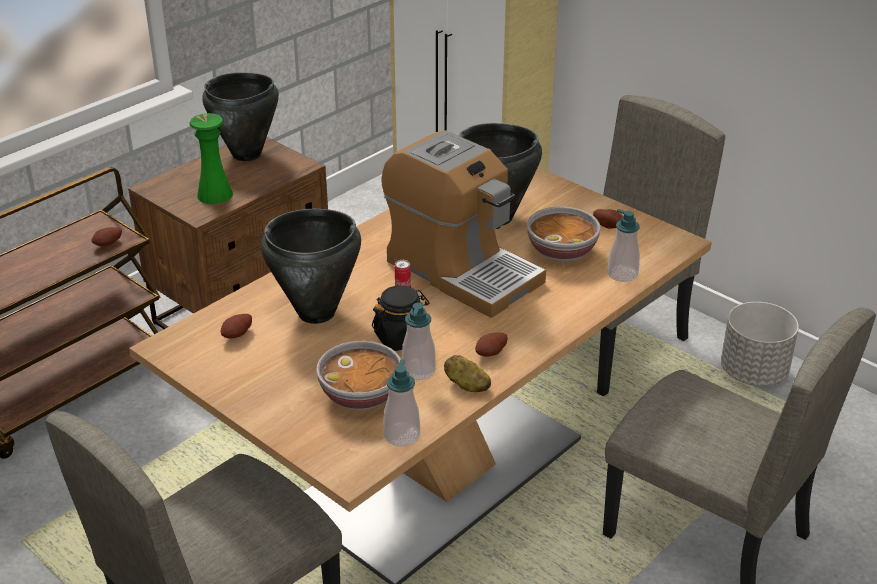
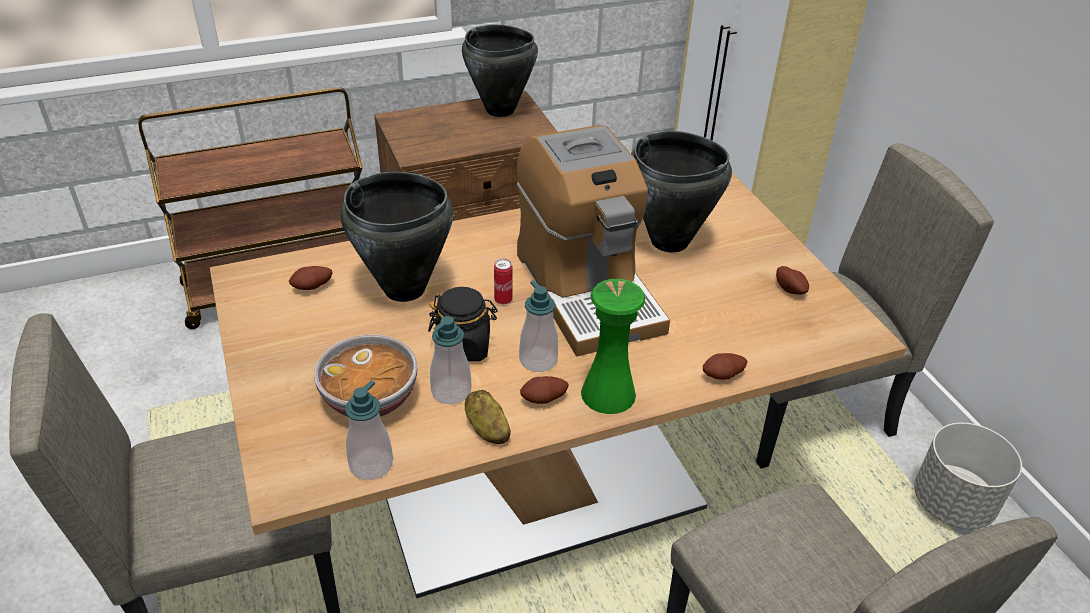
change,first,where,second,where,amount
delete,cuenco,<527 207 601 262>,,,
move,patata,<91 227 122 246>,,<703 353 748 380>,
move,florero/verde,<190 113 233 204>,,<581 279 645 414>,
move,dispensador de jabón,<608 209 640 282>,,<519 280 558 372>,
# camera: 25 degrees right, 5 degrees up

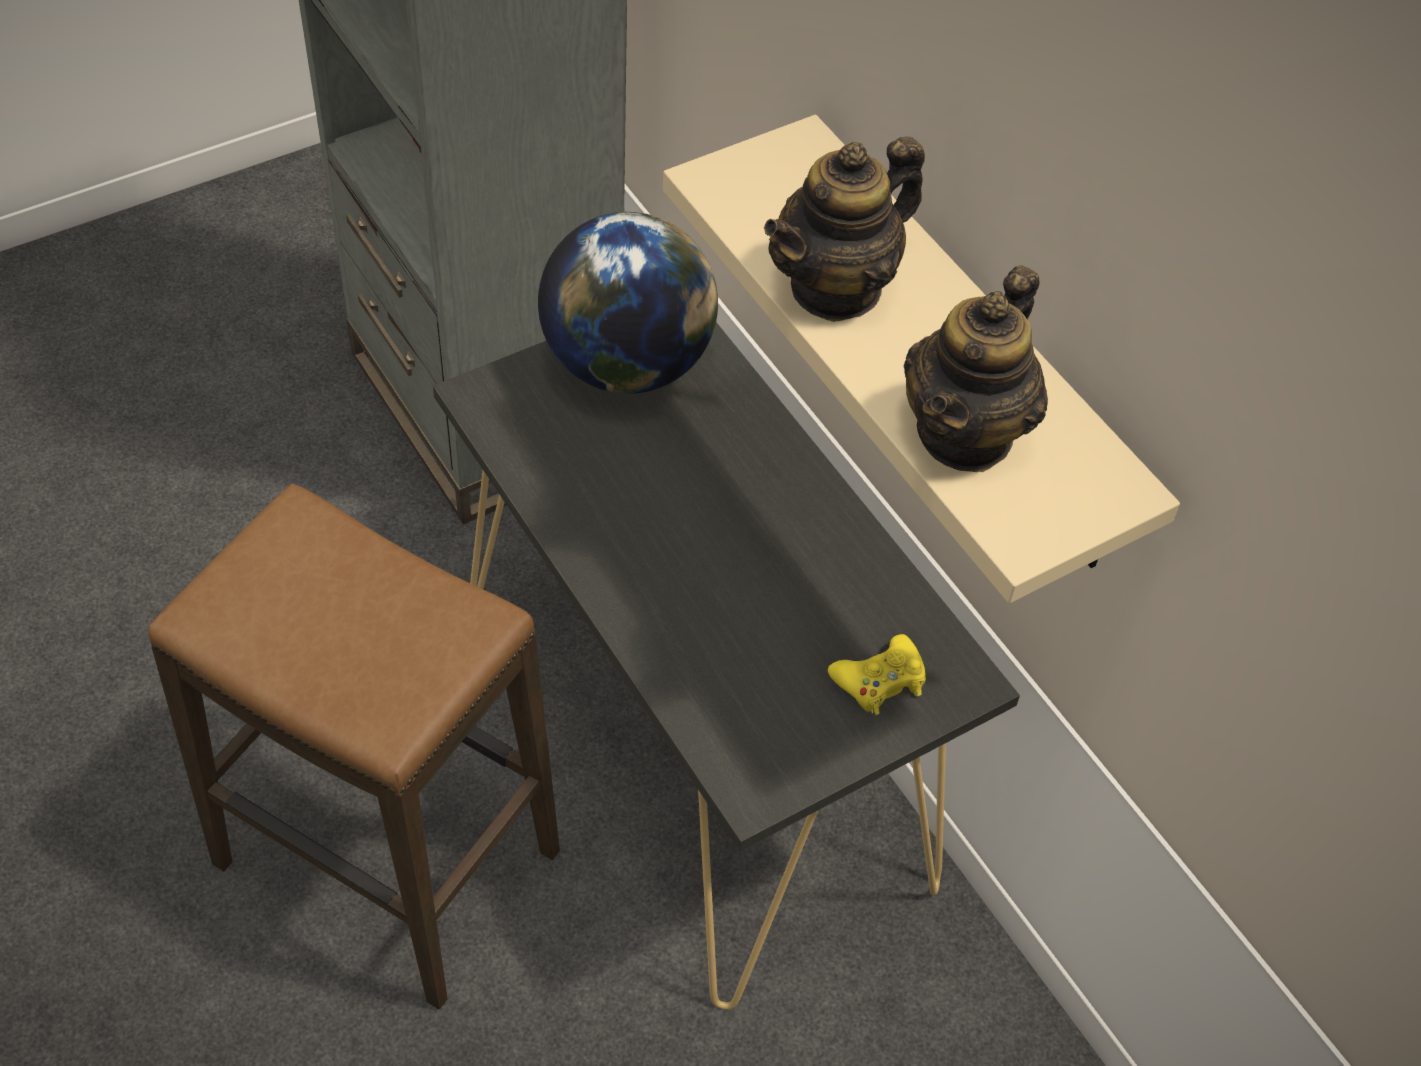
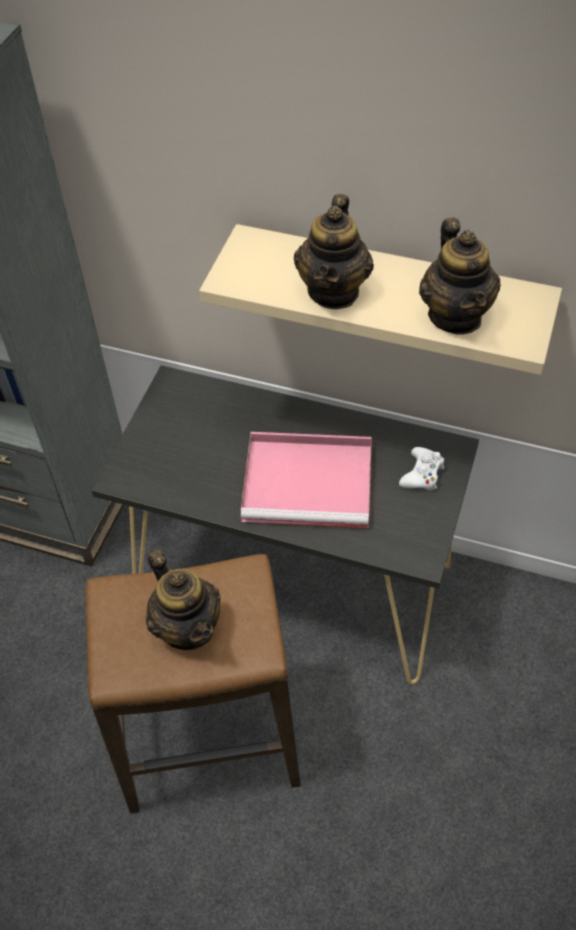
change,first,where,second,where,amount
delete,globo terráqueo,<538 212 718 394>,,,
insert,,,tetera,<146 550 221 650>,
insert,,,bandeja/rosa,<241 432 372 528>,
recolor,mando de consola/amarillo,<828 634 926 716>,mando de consola/blanco,<399 447 444 491>,
# camera: 35 degrees left, 0 degrees up

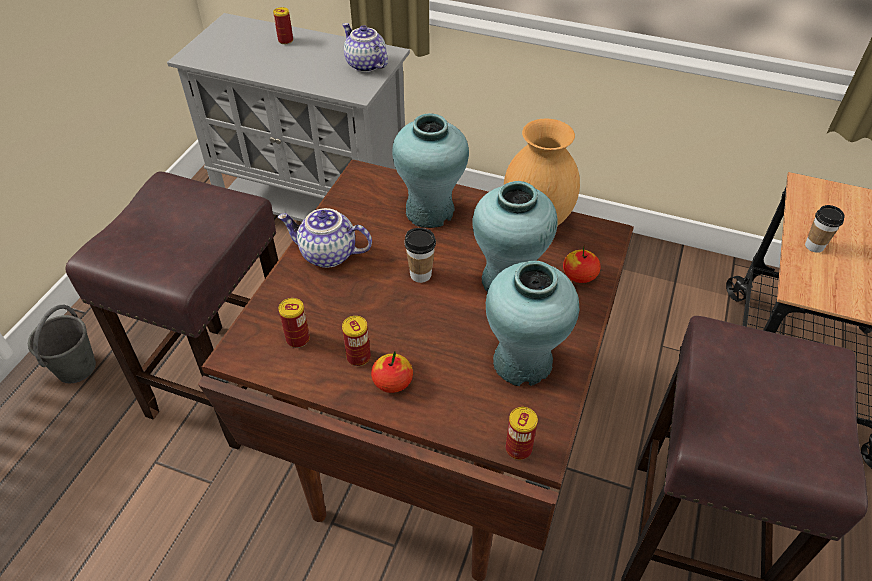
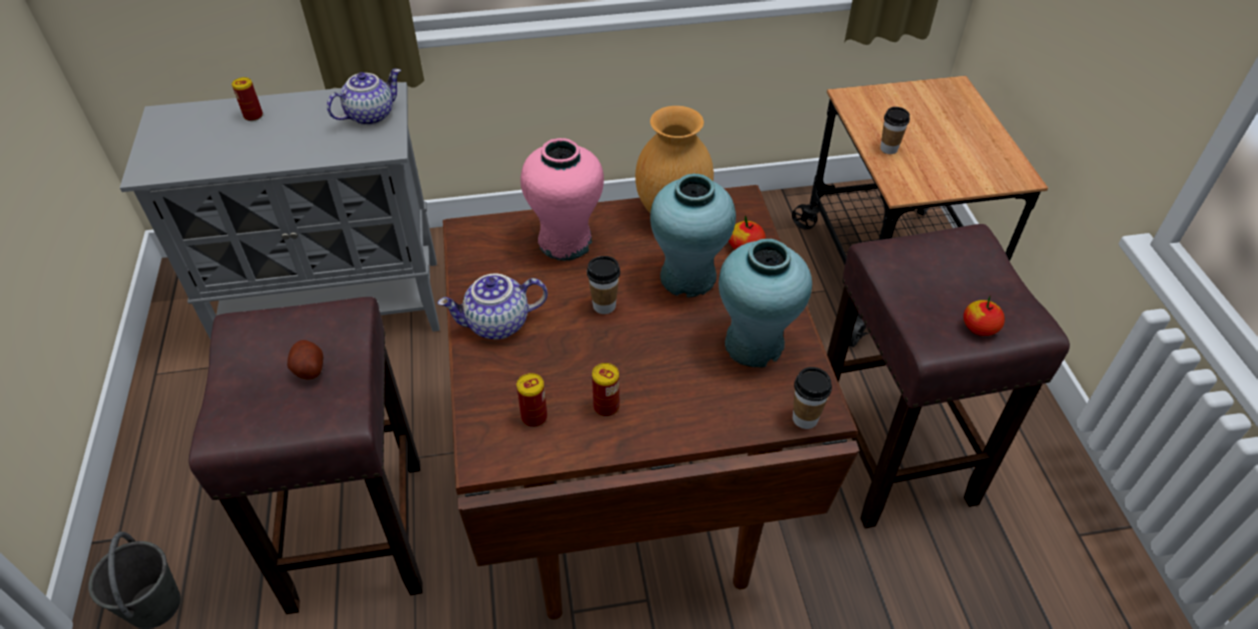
change,first,where,second,where,amount
insert,,,patata,<287 340 324 380>,
move,manzana,<371 351 413 393>,,<963 296 1005 336>,
replace,lata,<506 407 538 460>,taza,<793 367 832 429>,
recolor,florero/turquesa,<392 113 469 228>,florero/rosa,<520 138 604 261>,
rotate,tetera,<342 23 388 72>,,<327 69 401 125>,120 degrees clockwise
# camera: 30 degrees left, 0 degrees up

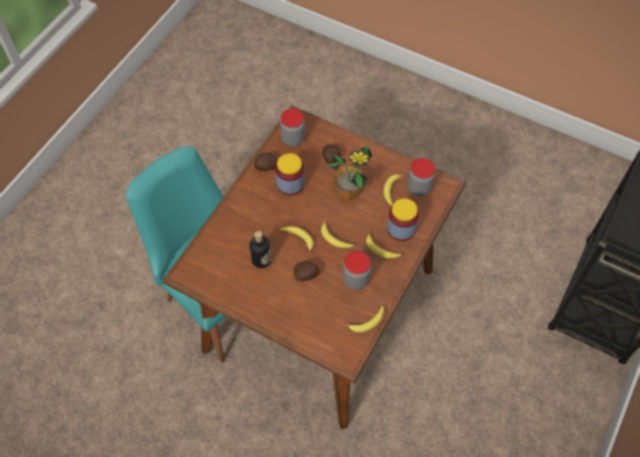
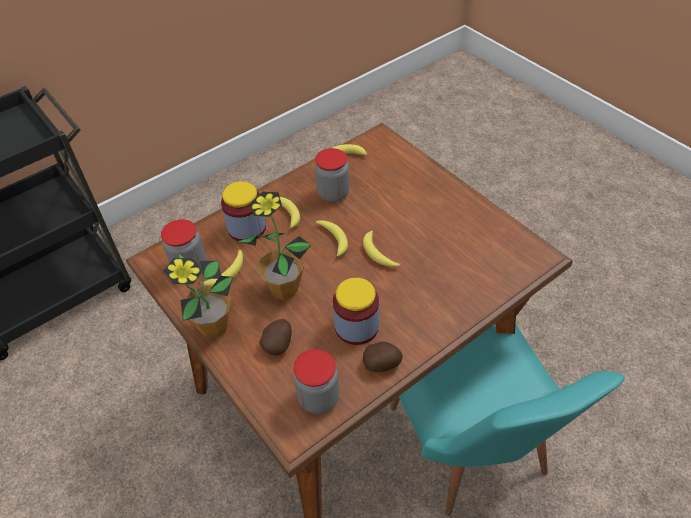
change,first,where,second,where,amount
delete,botella,<250 231 271 268>,,,
delete,patata,<294 261 320 281>,,,
insert,,,planta en maceta,<164 253 233 338>,
# camera: 155 degrees left, 10 degrees down

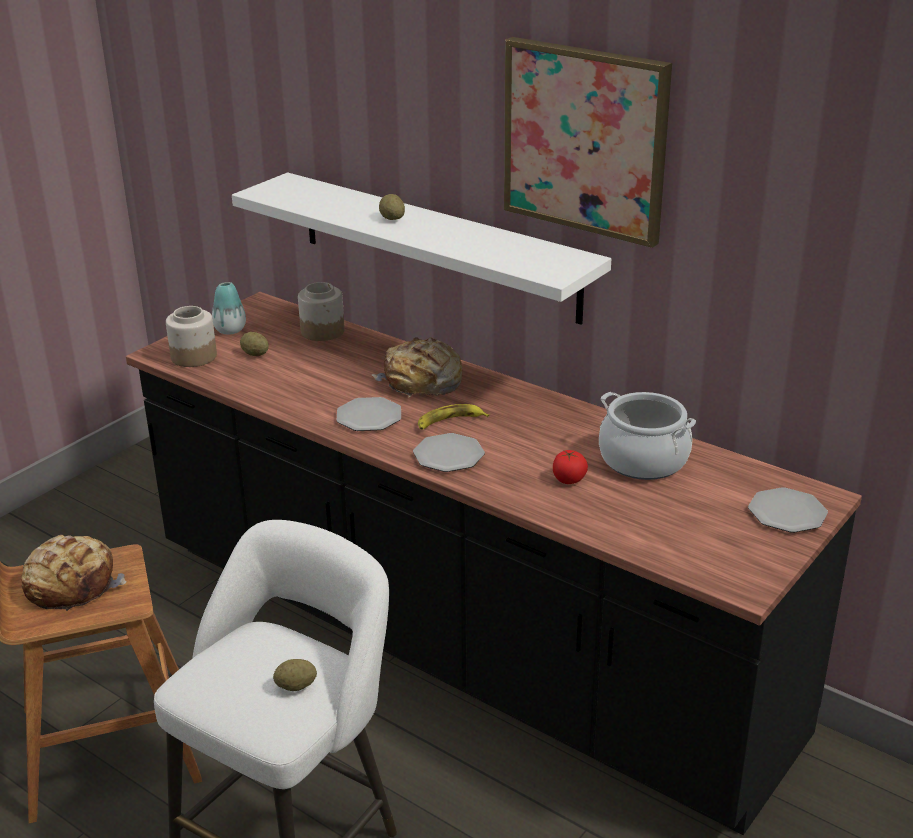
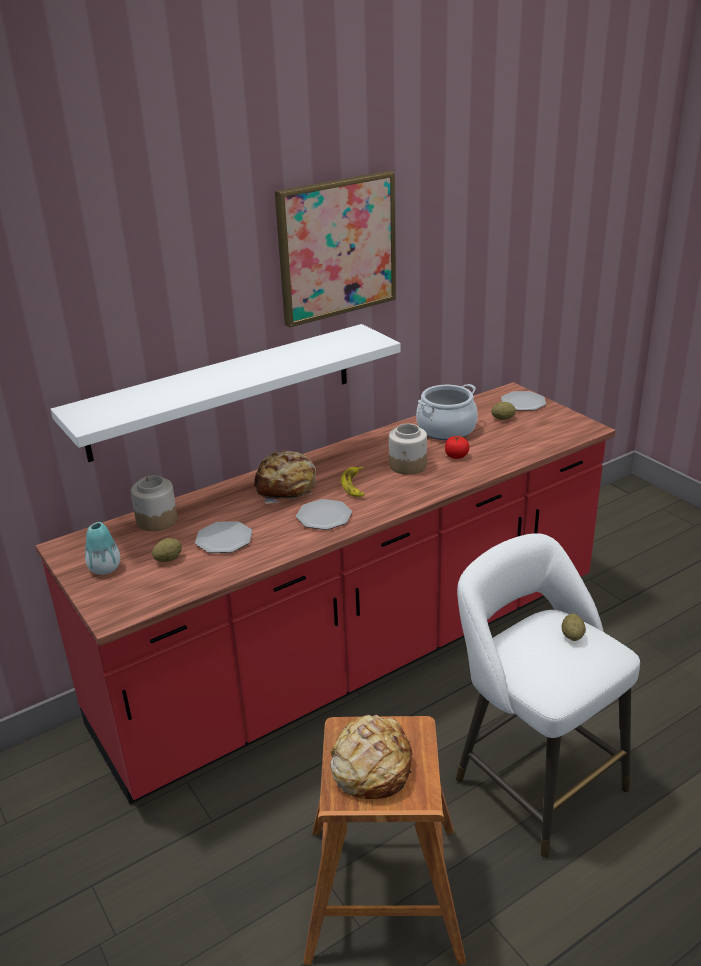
change,first,where,second,where,amount
move,tarro,<166 306 217 367>,,<389 424 427 475>,
move,patata,<379 194 405 220>,,<491 402 516 420>,
move,plato,<413 433 485 472>,,<195 521 252 553>,
recolor,mueble bajo de cocina/negro,<126 292 862 835>,mueble bajo de cocina/rojo,<36 382 615 804>,
# camera: 70 degrees left, 0 degrees up

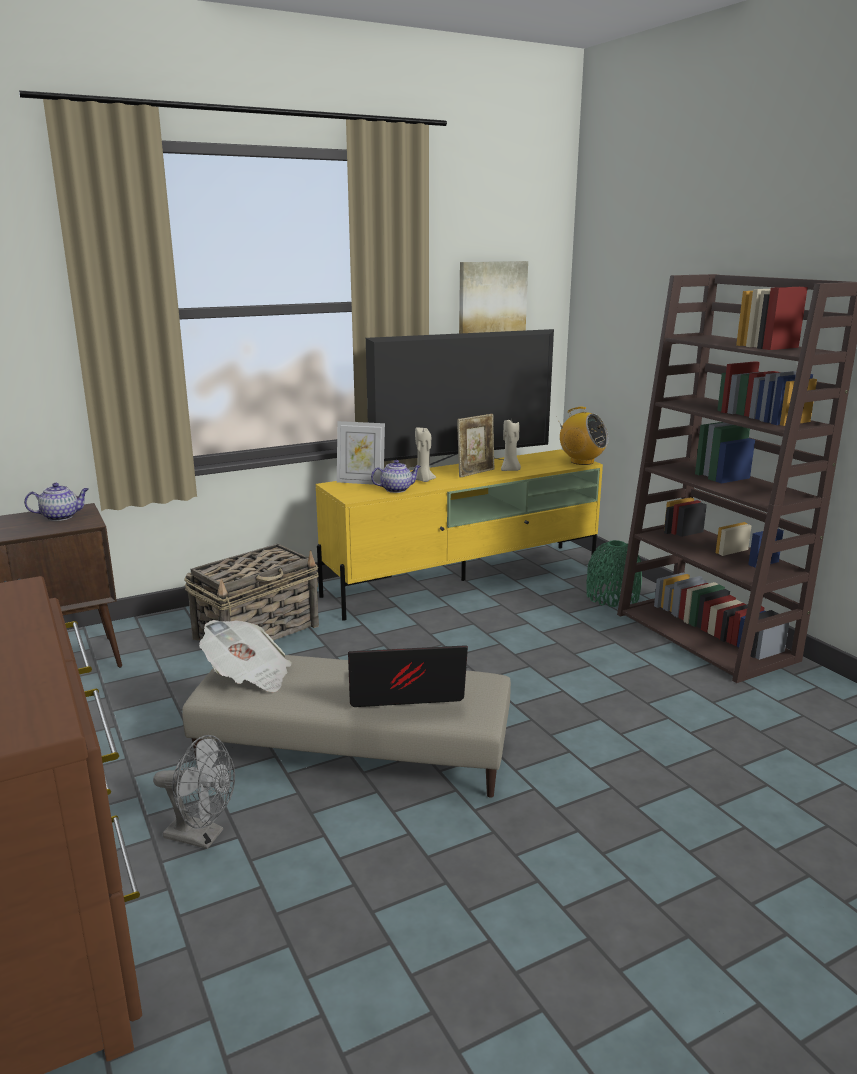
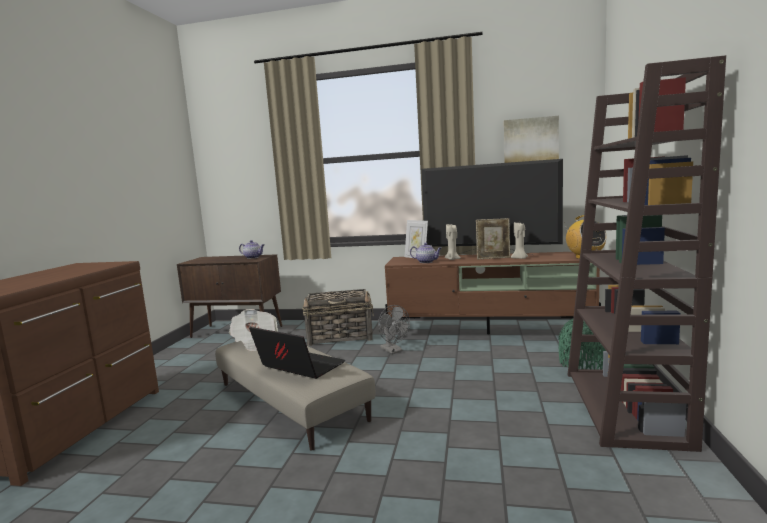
change,first,where,second,where,amount
move,ventilador/gris,<153 735 235 849>,,<378 305 410 354>,
recolor,mueble de televisión/amarillo,<316 449 603 621>,mueble de televisión/marrón,<385 252 601 334>,
# camera: 40 degrees right, 10 degrees down

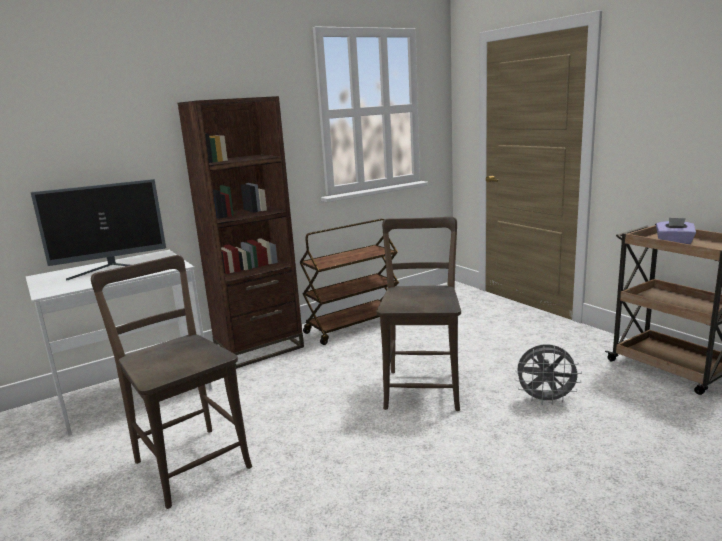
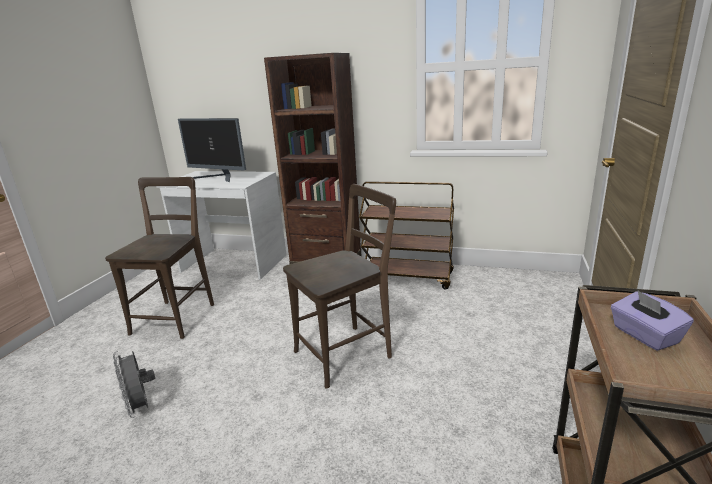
change,first,where,second,where,amount
move,ventilador/gris,<515 345 582 405>,,<113 351 155 418>,
# camera: 50 degrees right, 5 degrees up

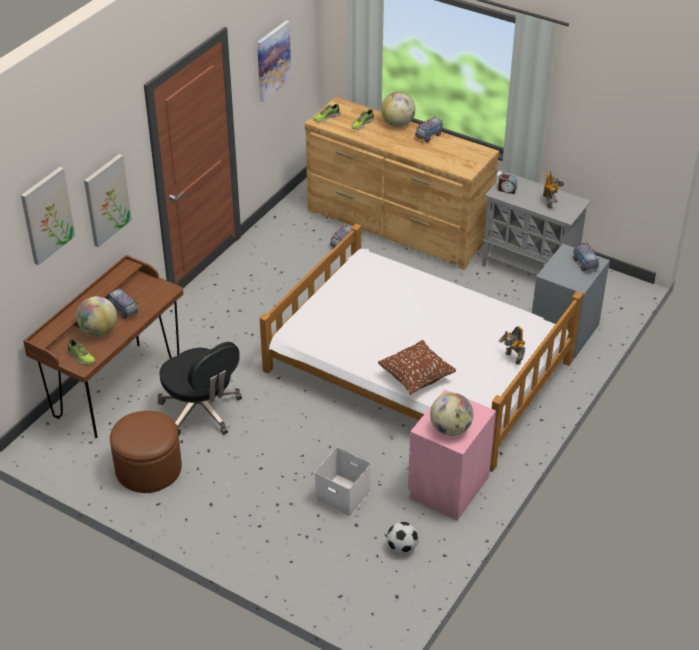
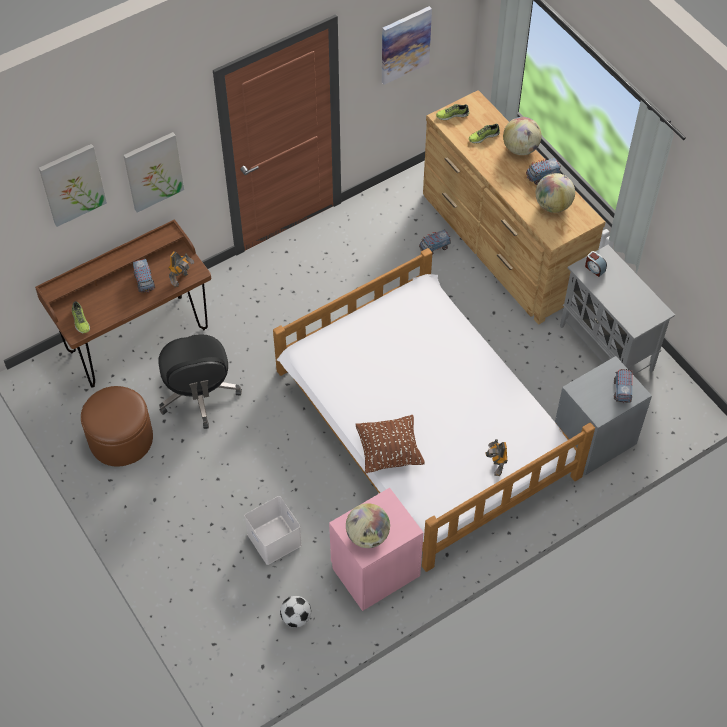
change,first,where,second,where,amount
move,globo terráqueo,<76 296 117 337>,,<536 173 575 213>,
move,robot de juguete,<543 171 564 208>,,<168 251 195 287>,
# camera: 25 degrees right, 15 degrees up

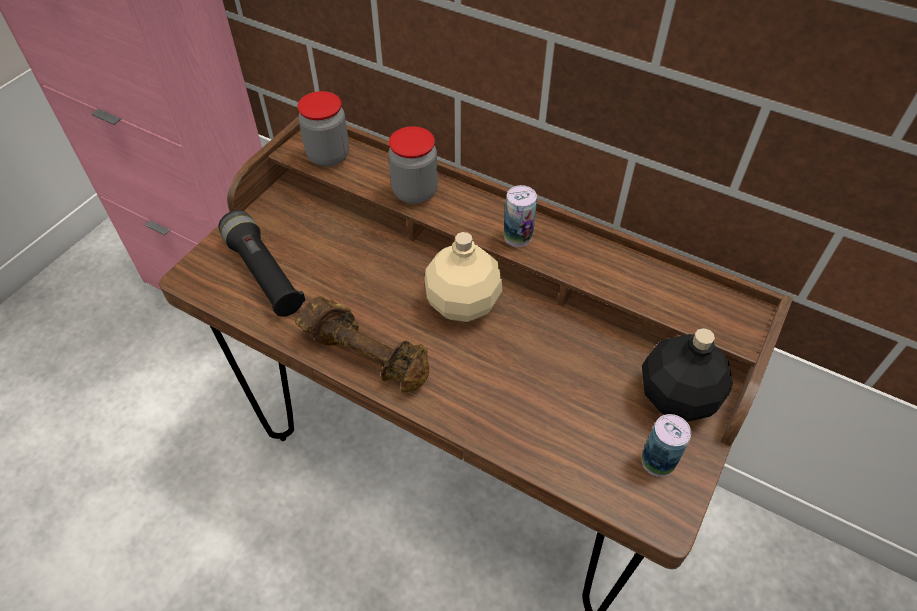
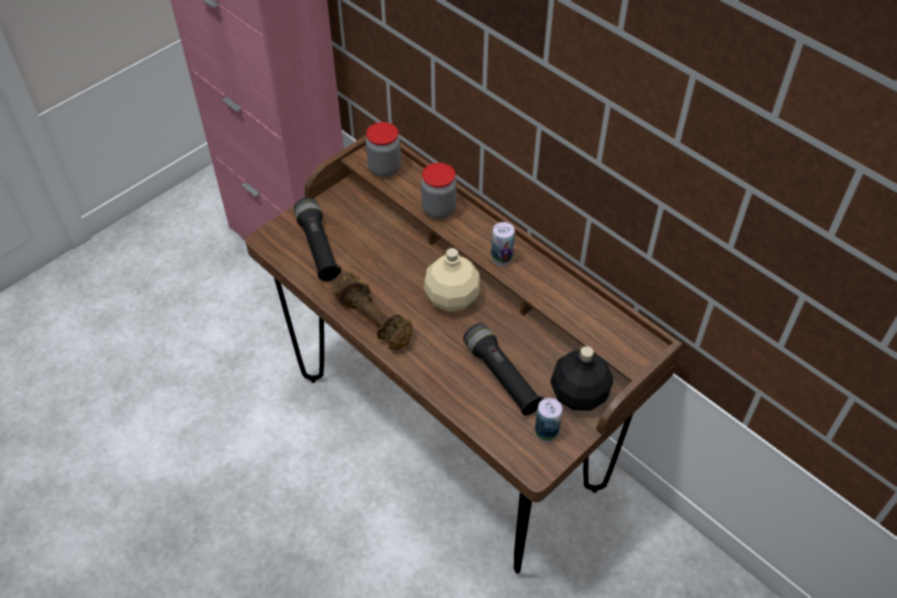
change,first,where,second,where,amount
insert,,,linterna/negro,<463 323 544 415>,
# camera: 15 degrees right, 0 degrees up

